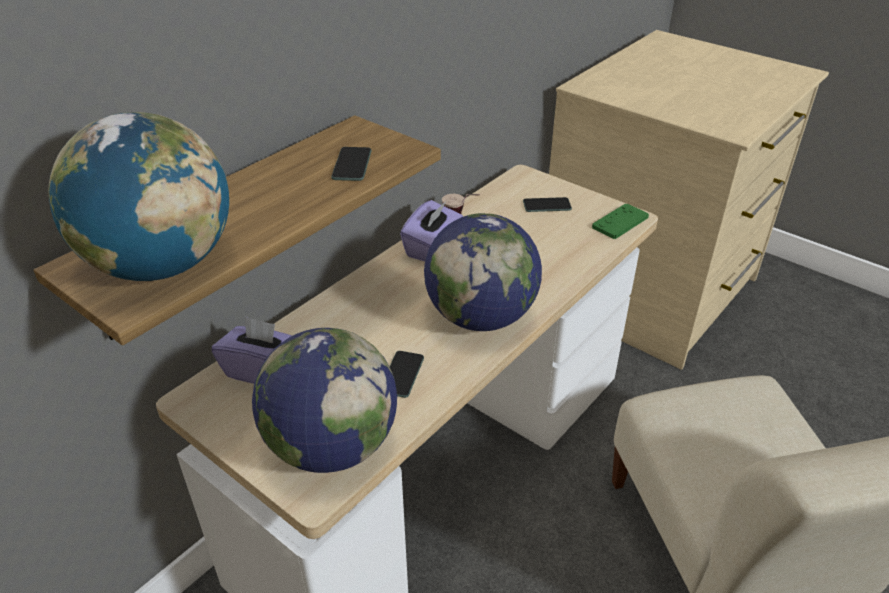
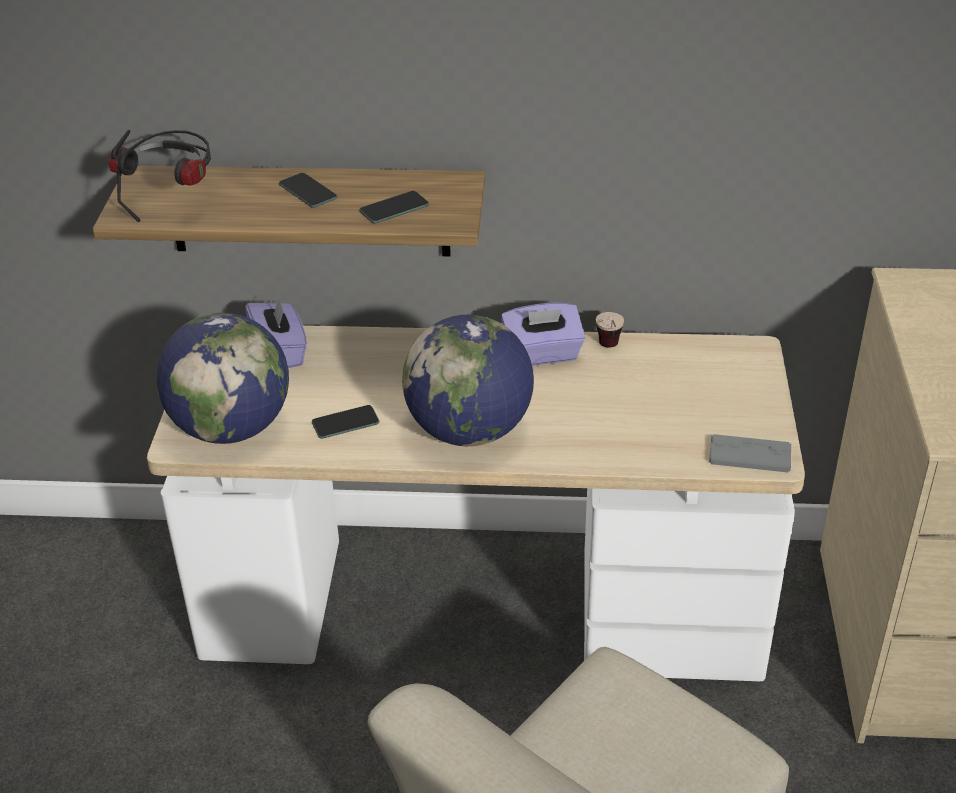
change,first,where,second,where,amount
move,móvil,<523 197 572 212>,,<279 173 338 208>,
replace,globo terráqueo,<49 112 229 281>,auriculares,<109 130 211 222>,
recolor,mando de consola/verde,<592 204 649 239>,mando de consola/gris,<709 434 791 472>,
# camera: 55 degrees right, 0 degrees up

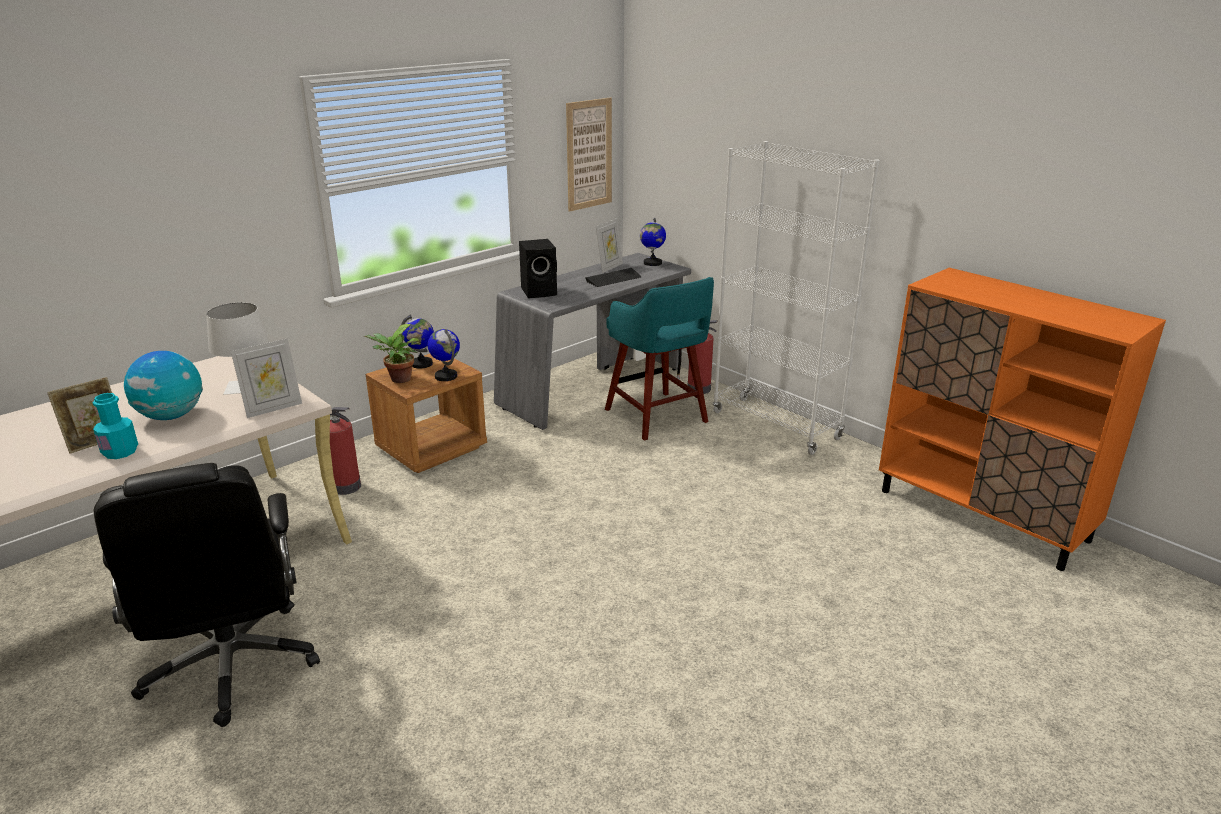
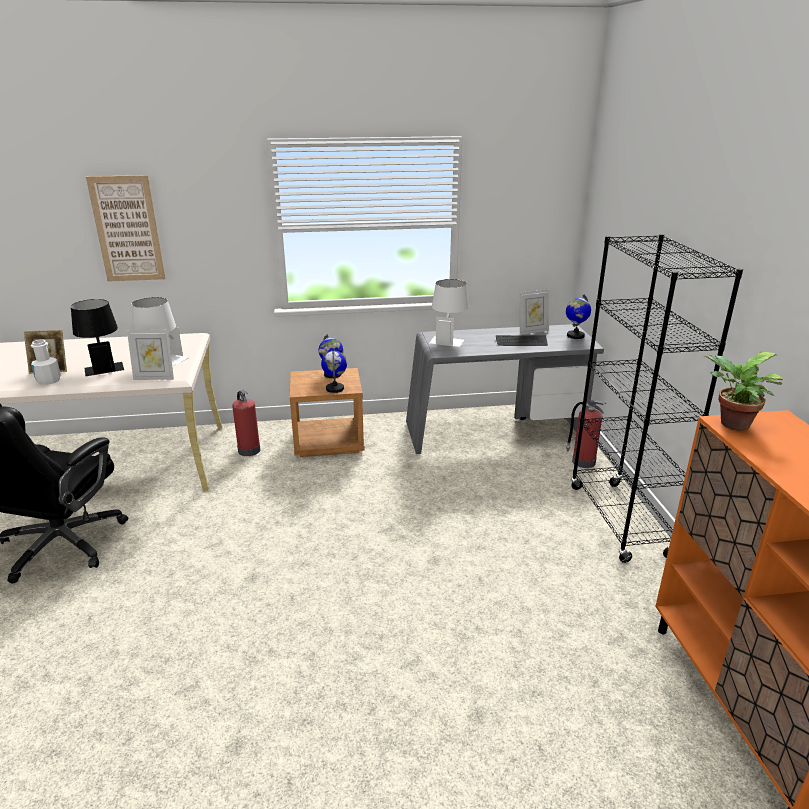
change,first,where,second,where,amount
delete,taburete/turquesa,<605 277 714 441>,,,
move,planta en maceta,<364 324 421 383>,,<703 352 783 431>,
move,cuadro,<566 98 612 212>,,<86 175 166 282>,
replace,globo terráqueo,<124 351 203 420>,lámpara de mesa/negro,<71 299 124 376>,
replace,altavoz/negro,<519 239 557 298>,lámpara de mesa/blanco,<429 279 469 347>,
recolor,botella/turquesa,<93 393 138 459>,botella/blanco,<31 340 61 385>,
recolor,estantería/blanco,<712 141 880 455>,estantería/negro,<571 234 743 563>,
# camera: 35 degrees right, 0 degrees up

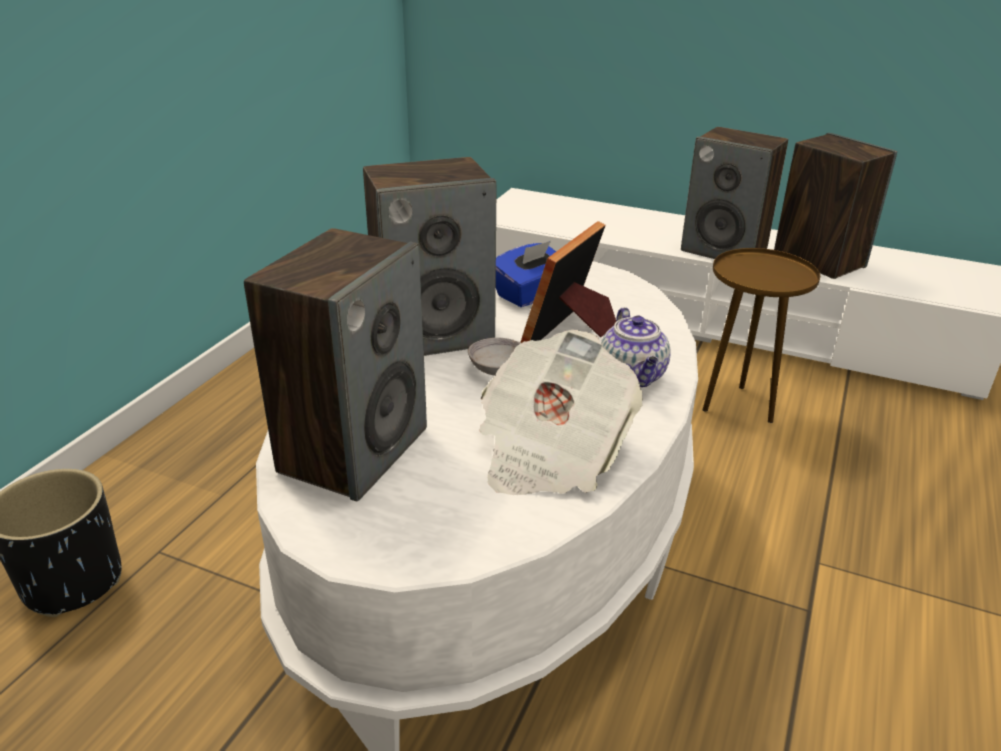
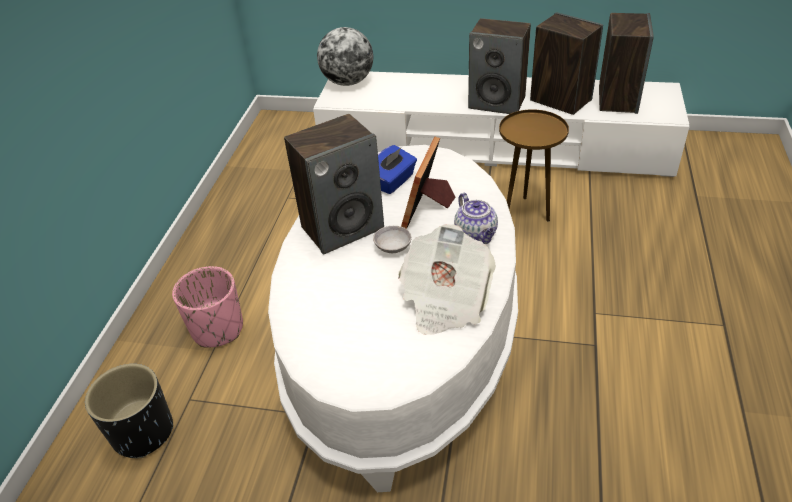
change,first,where,second,where,amount
insert,,,maceta/rosa,<172 266 243 348>,
insert,,,globo terráqueo,<317 27 373 86>,
move,altavoz,<244 228 427 501>,,<599 13 654 114>,
# camera: 10 degrees left, 10 degrees up

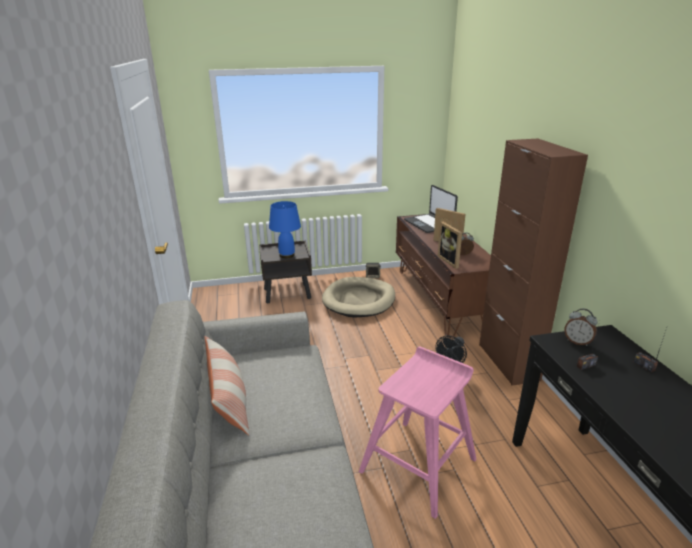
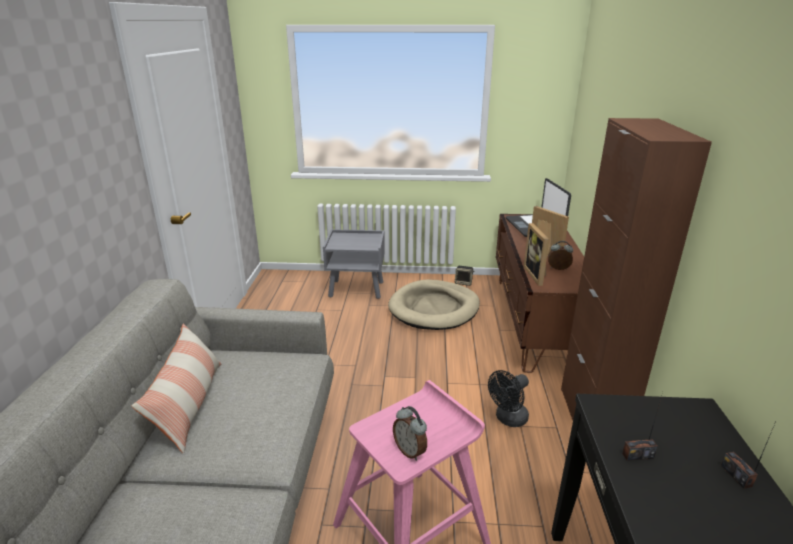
change,first,where,second,where,amount
delete,lámpara de mesa/azul,<269 201 301 258>,,,
move,despertador,<564 309 598 346>,,<393 406 427 461>,
recolor,mesita de noche/marrón,<259 241 312 303>,mesita de noche/gris,<323 229 385 299>,
# camera: 15 degrees right, 0 degrees up

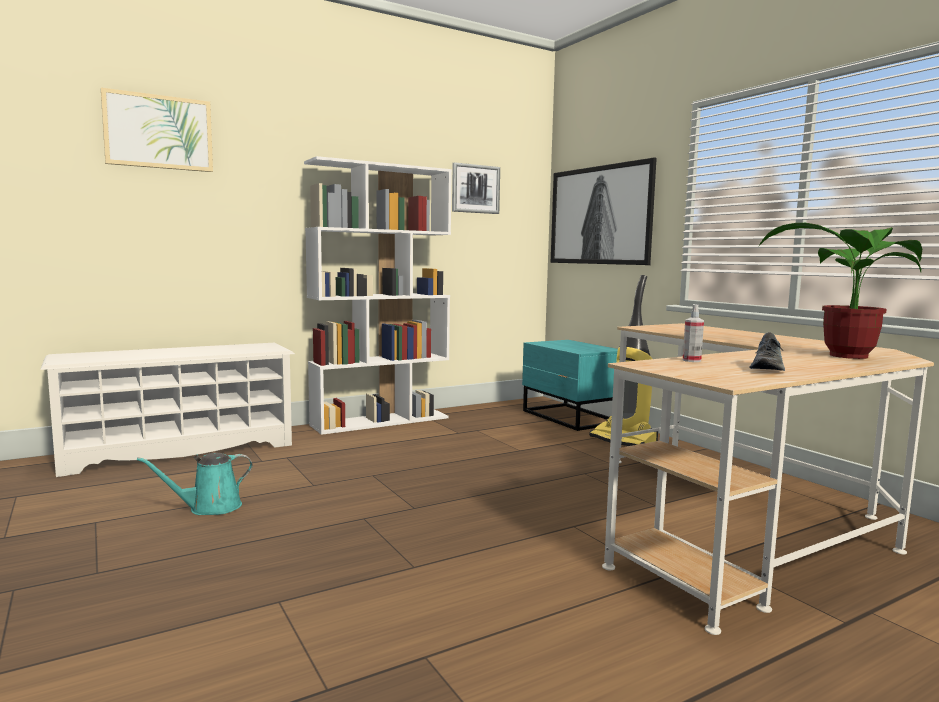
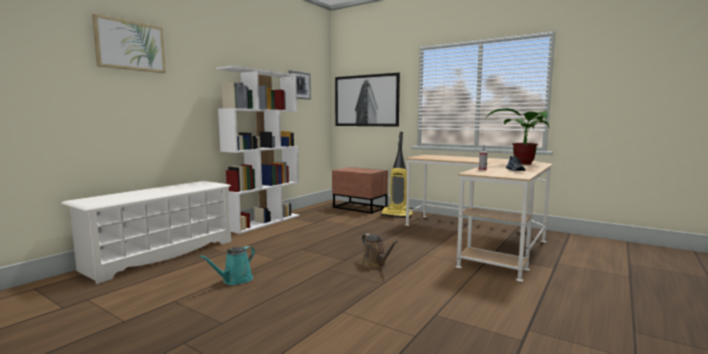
change,first,where,second,where,amount
insert,,,regadera/marrón,<362 234 398 268>,
recolor,mesita de noche/turquesa,<522 340 618 431>,mesita de noche/marrón,<332 167 388 214>,
# camera: 25 degrees left, 0 degrees up

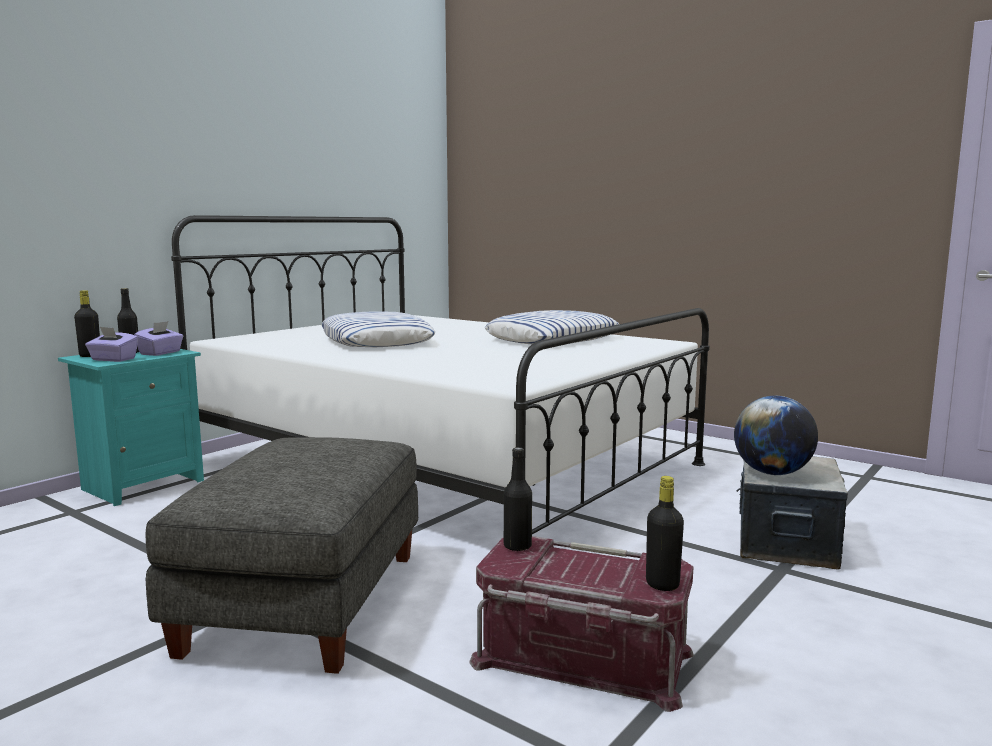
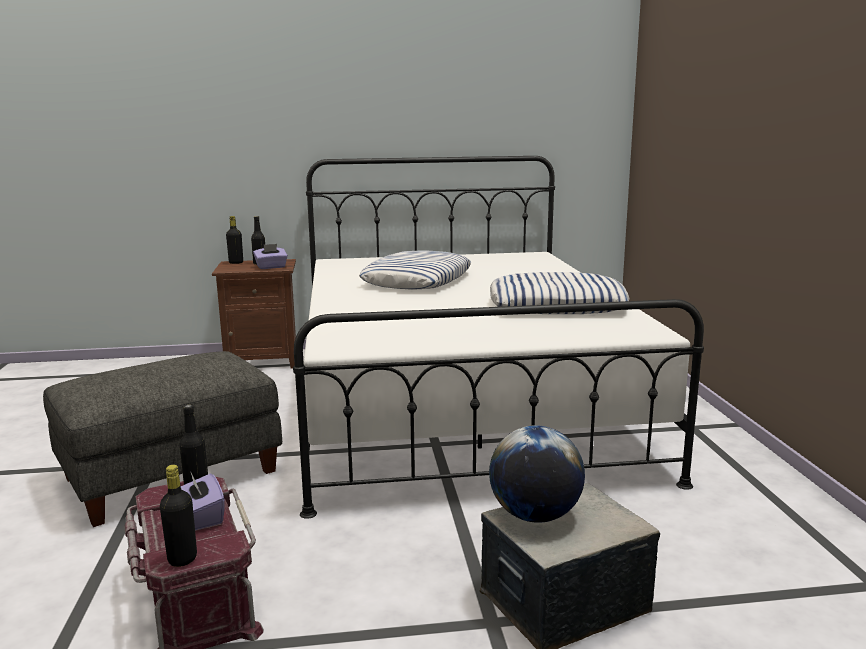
change,first,where,second,where,amount
move,caja de pañuelos/morado,<85 327 138 362>,,<181 473 225 530>,
recolor,mesita de noche/turquesa,<58 349 204 506>,mesita de noche/marrón,<212 259 296 369>,
# camera: 45 degrees right, 5 degrees up

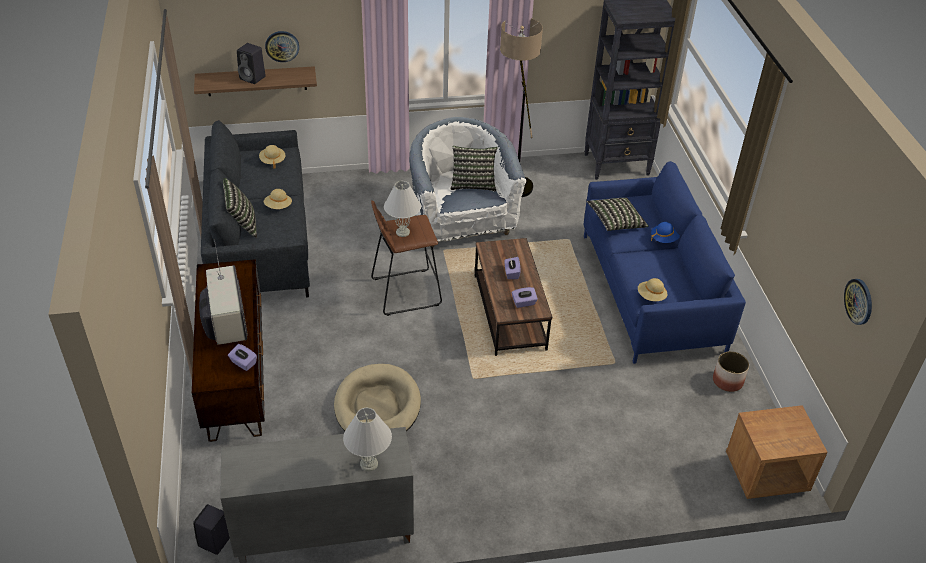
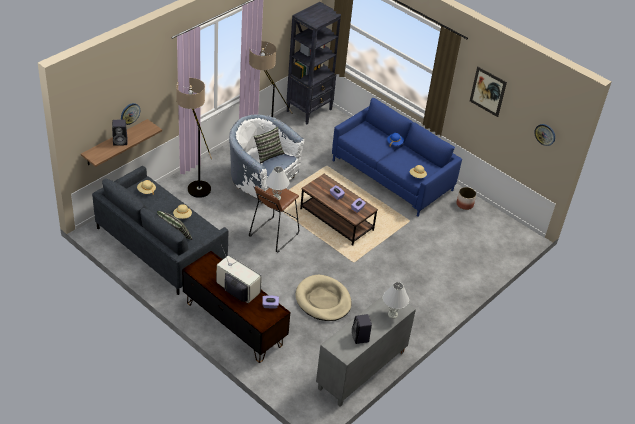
change,first,where,second,where,amount
delete,cojín,<587 198 648 231>,,,
delete,mesita de noche/marrón,<726 405 828 499>,,,
insert,,,lámpara de pie,<176 78 212 198>,
insert,,,cuadro,<470 66 507 117>,
move,altavoz/negro,<193 504 230 555>,,<352 314 372 344>,
# camera: 40 degrees left, 0 degrees up

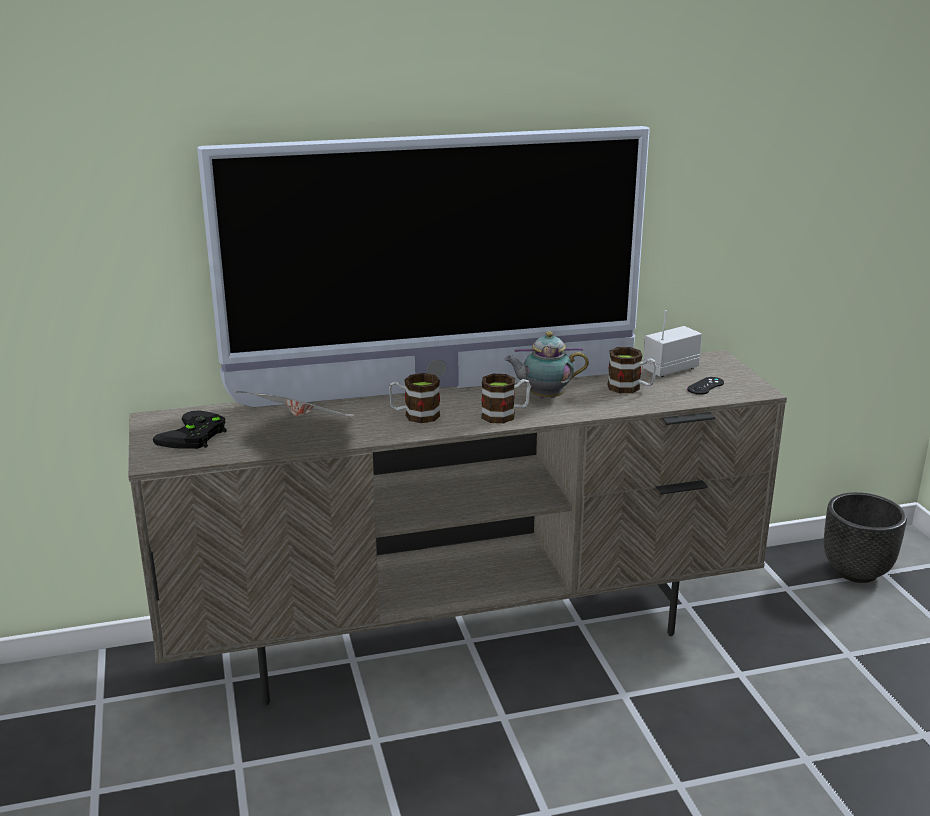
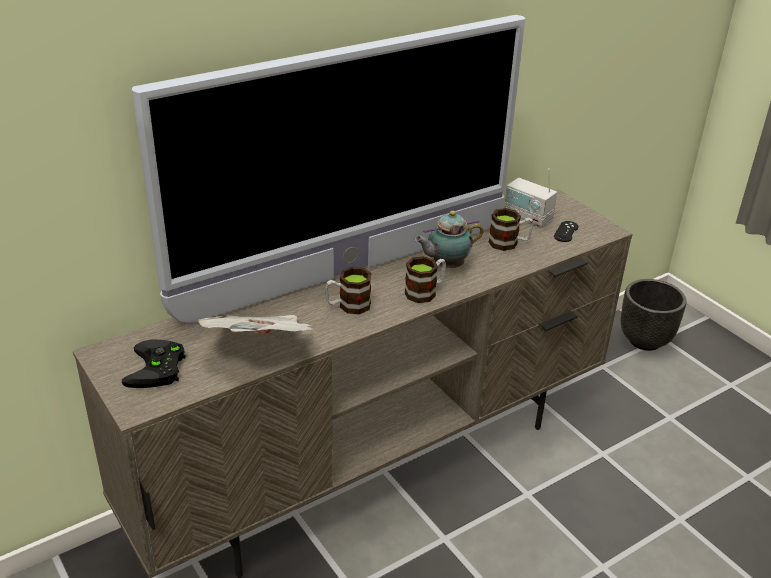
change,first,where,second,where,amount
rotate,radio,<643 310 702 377>,,<504 169 557 226>,90 degrees counterclockwise
# camera: 20 degrees left, 10 degrees up

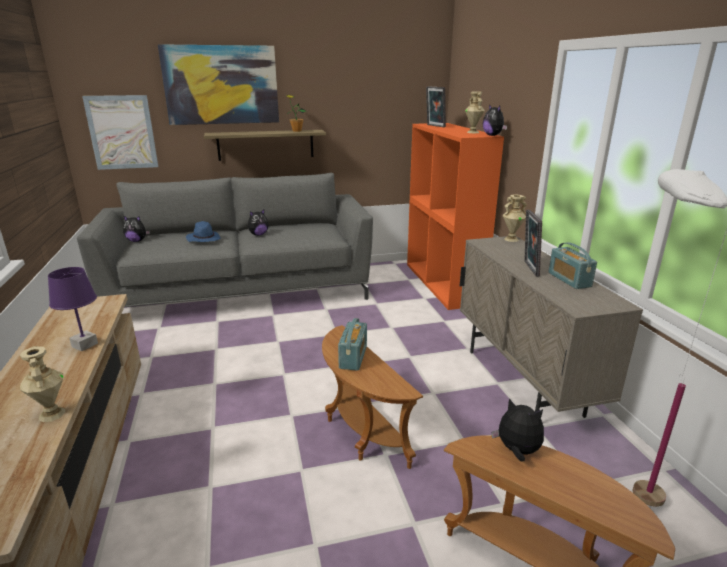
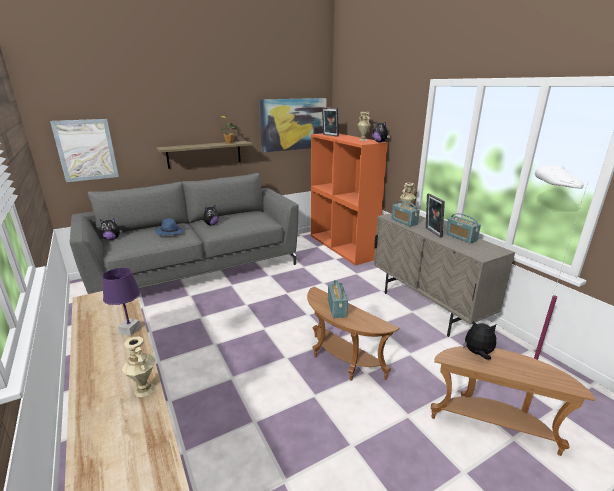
change,first,where,second,where,amount
insert,,,radio,<391 200 420 227>,
move,cuadro,<158 44 279 125>,,<259 98 327 152>,
# camera: 15 degrees left, 0 degrees up

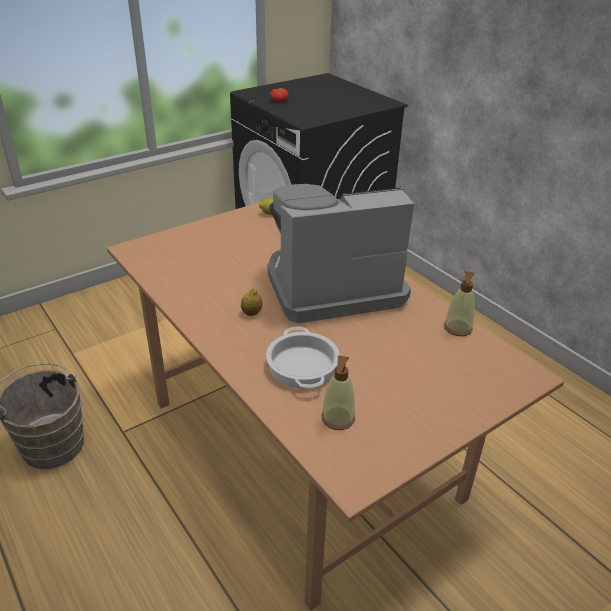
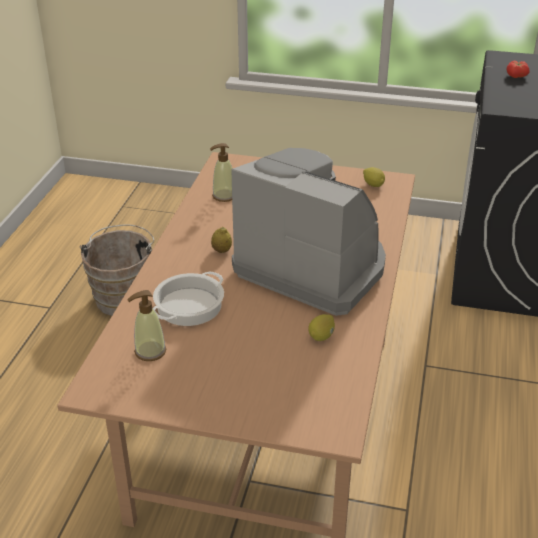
change,first,where,second,where,amount
insert,,,limón,<309 314 335 341>,
move,dispensador de jabón,<444 271 475 336>,,<210 143 233 202>,
# camera: 50 degrees right, 0 degrees up

